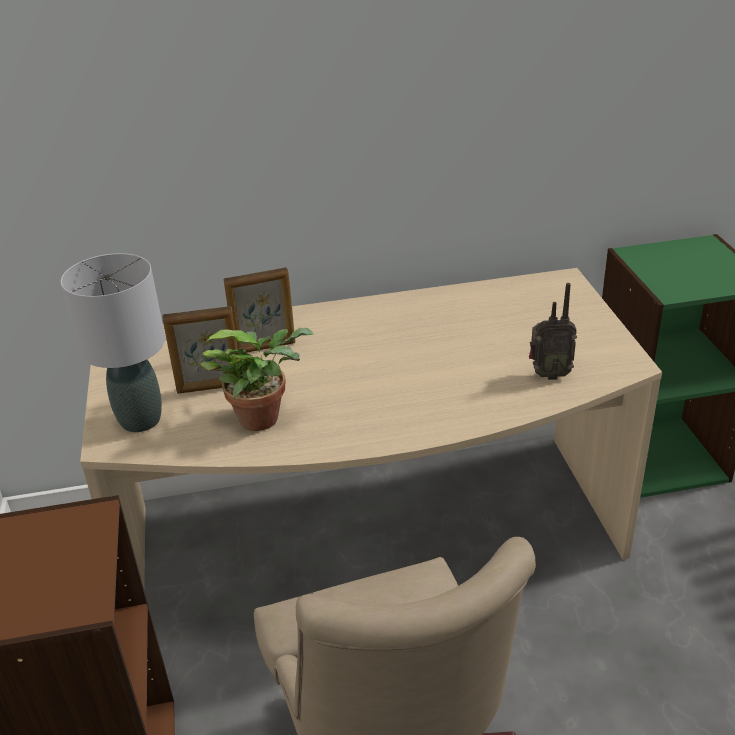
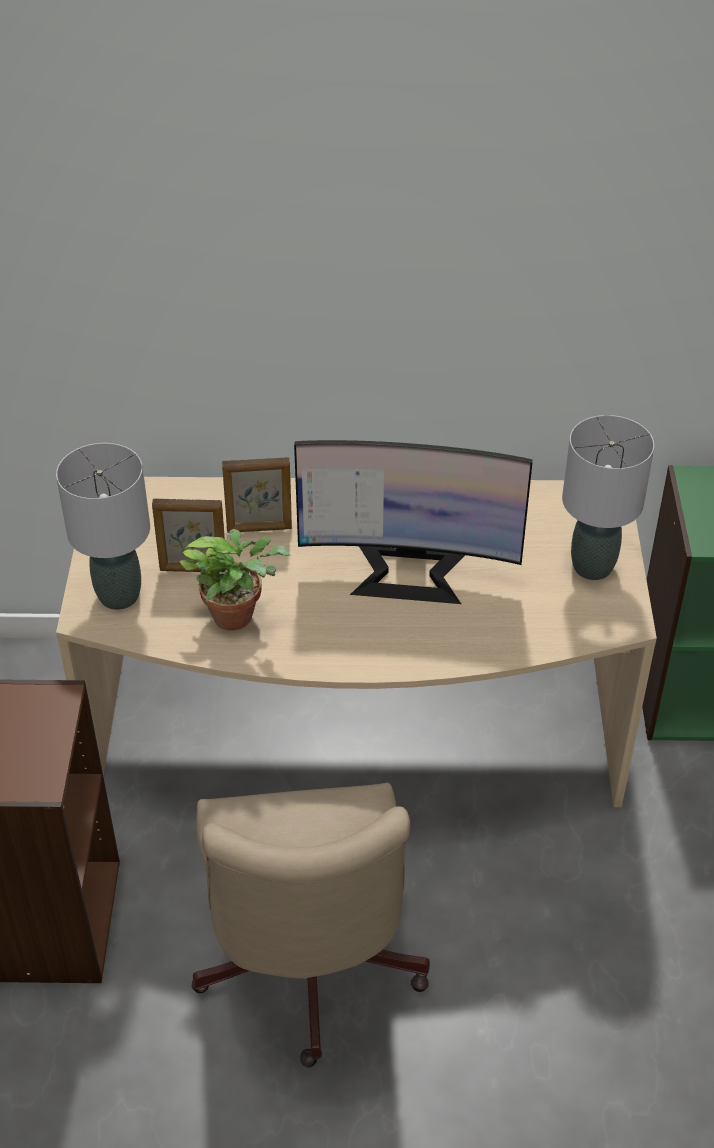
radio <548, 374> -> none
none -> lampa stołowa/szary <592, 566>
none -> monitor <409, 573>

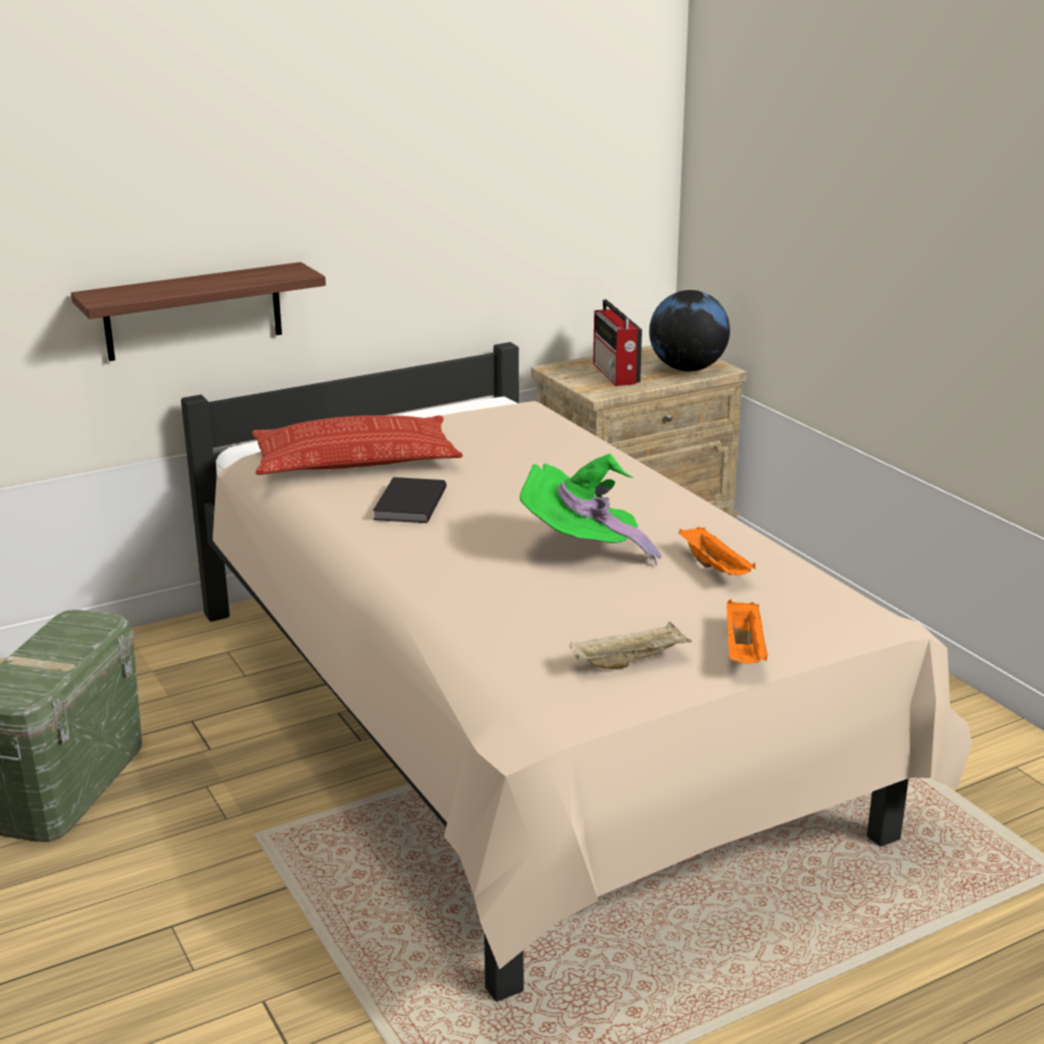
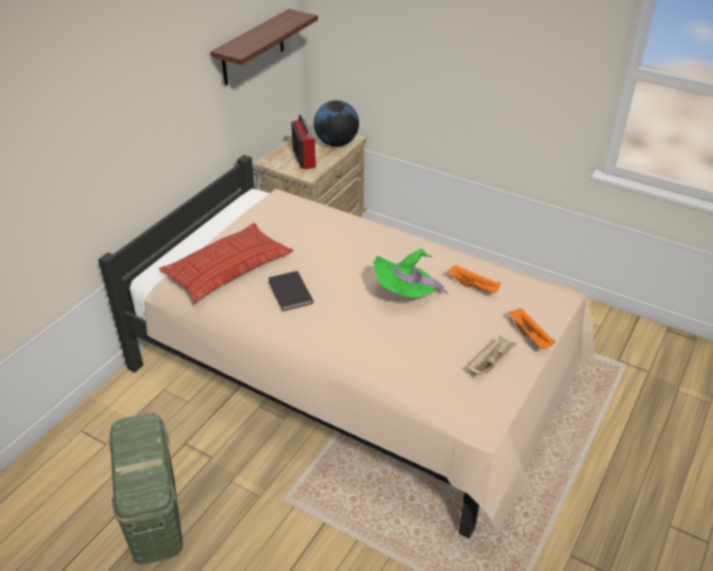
półka <193, 312> -> półka <253, 48>, shifted
radio <616, 374> -> radio <304, 157>, 150 degrees counterclockwise

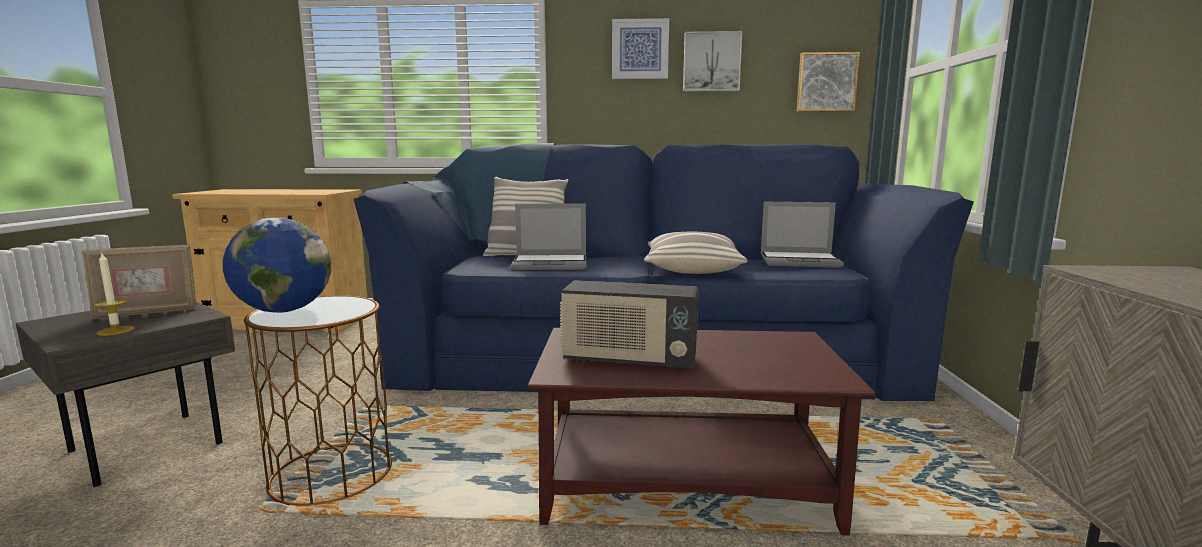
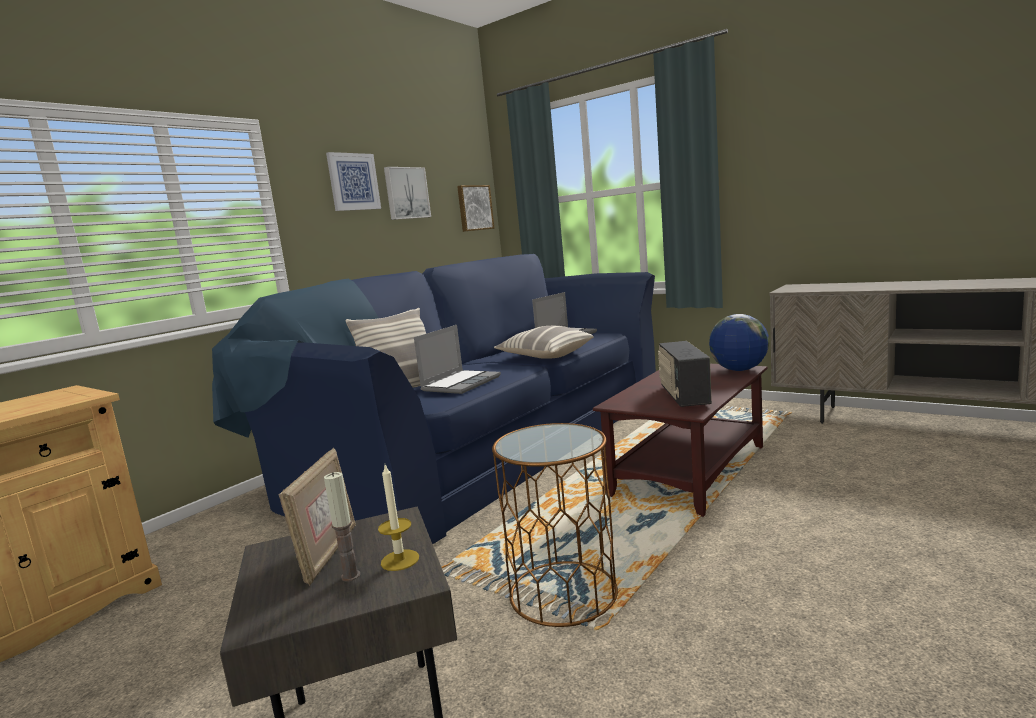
globus <284, 311> -> globus <739, 370>, shifted
radio <629, 360> -> radio <683, 396>, 135 degrees clockwise
none -> świeca <351, 576>

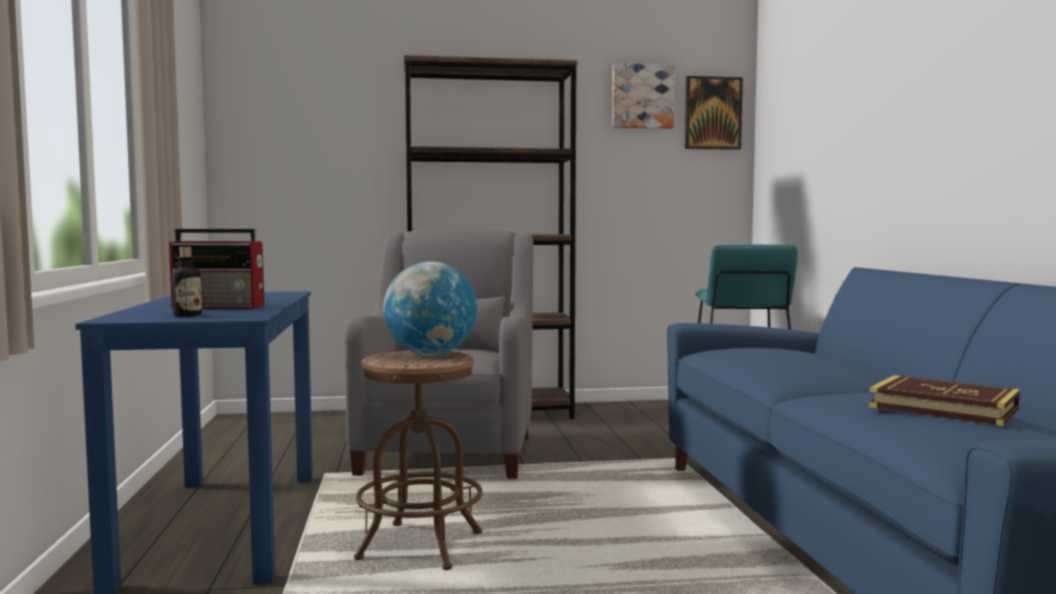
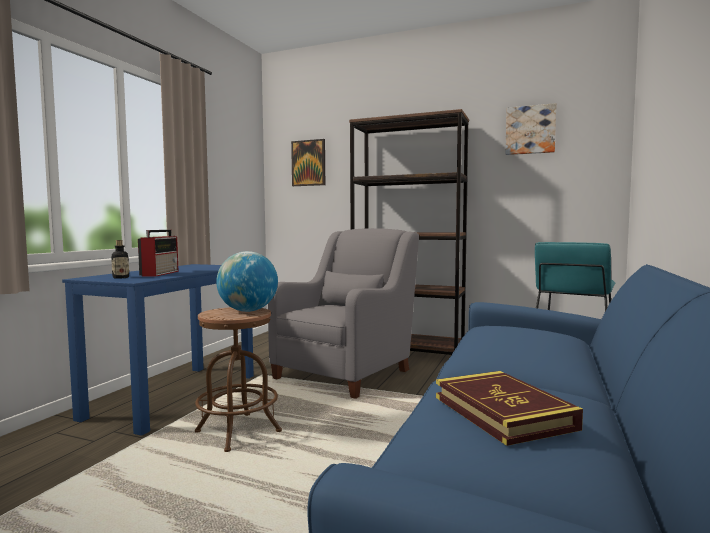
obraz <712, 113> -> obraz <308, 163>, shifted
radio <221, 307> -> radio <160, 273>, 120 degrees counterclockwise

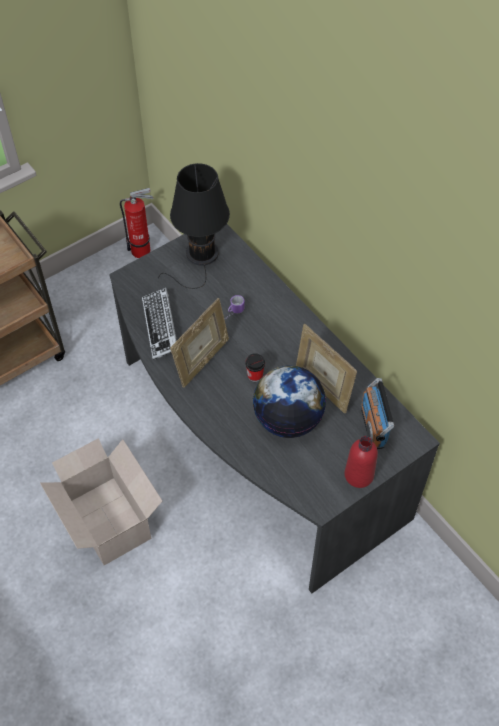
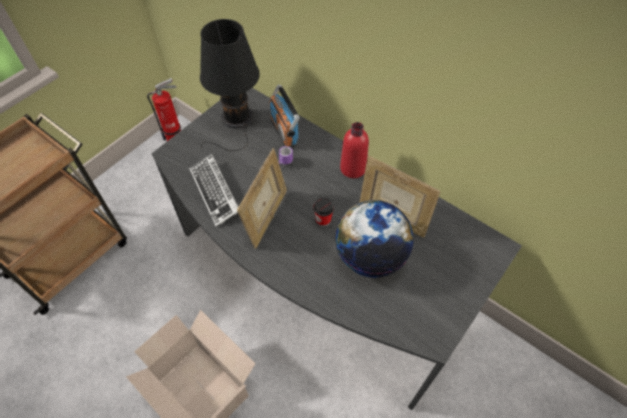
radio <373, 426> -> radio <284, 131>, shifted
butelka/czerwony <359, 475> -> butelka/czerwony <353, 168>, shifted

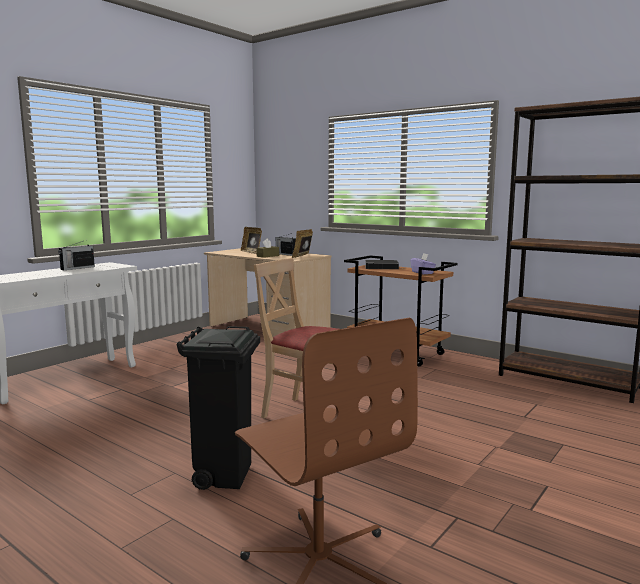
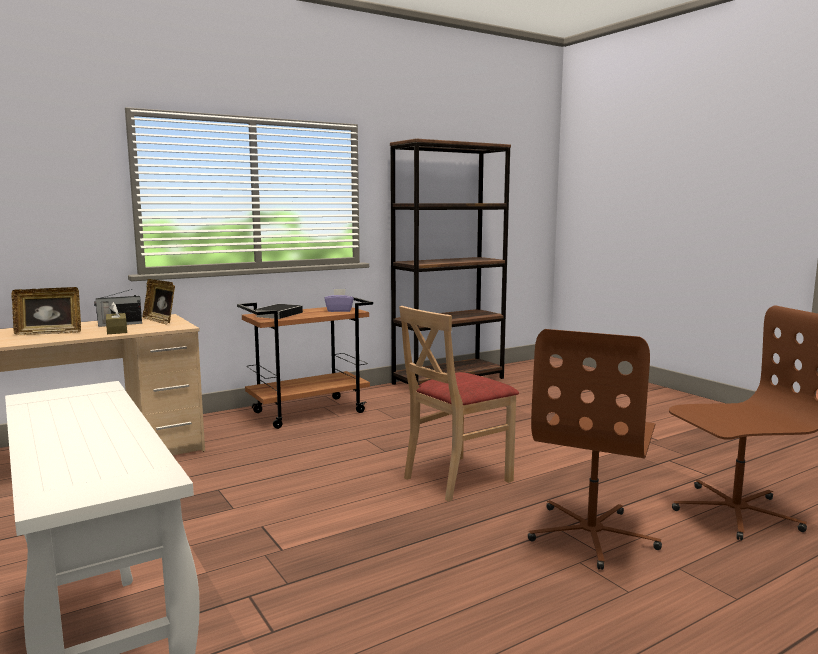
radio <77, 268> -> none
kosz na śmieci/czarny <224, 476> -> krzesło biurowe/brązowy <592, 535>

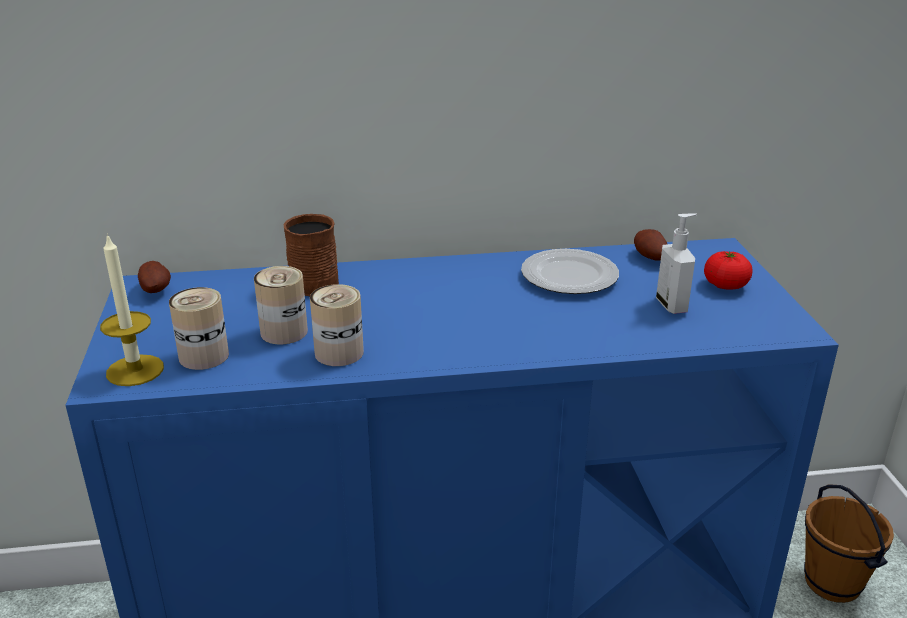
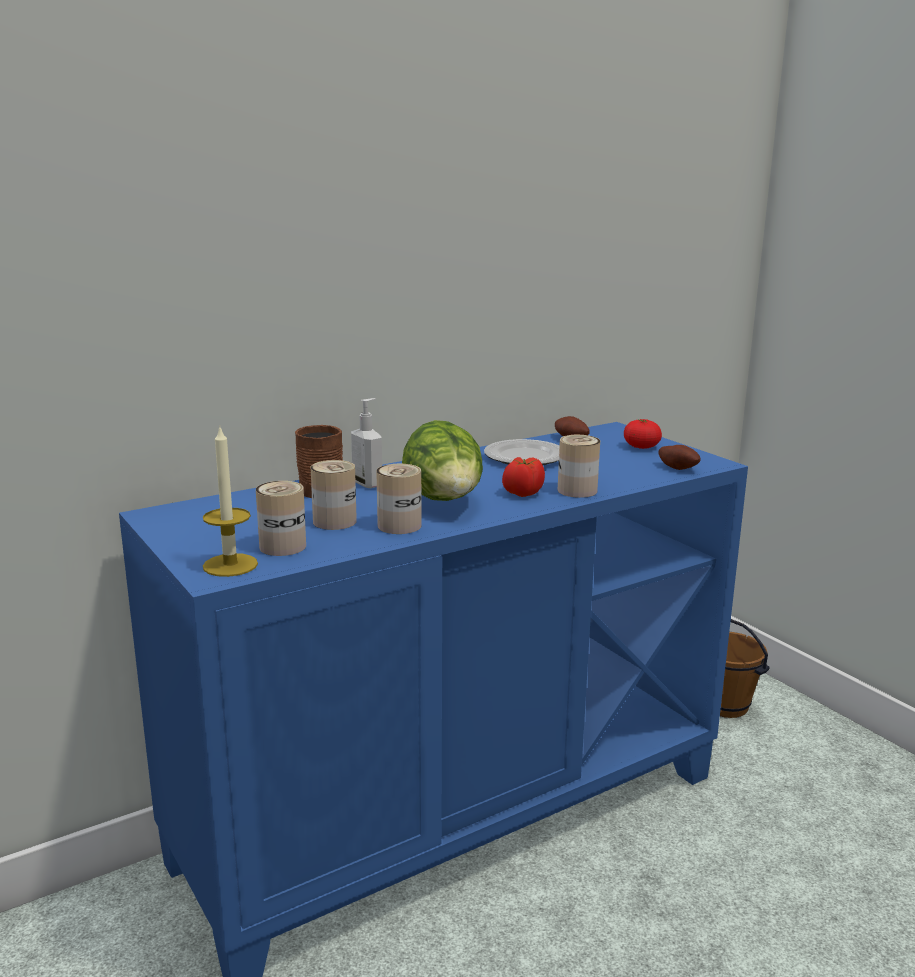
dozownik mydła <672, 305> -> dozownik mydła <368, 483>, shifted
ziemniak <156, 290> -> ziemniak <678, 468>, shifted
none -> sałata <445, 502>
none -> puszka <577, 490>
none -> pomidor <522, 493>

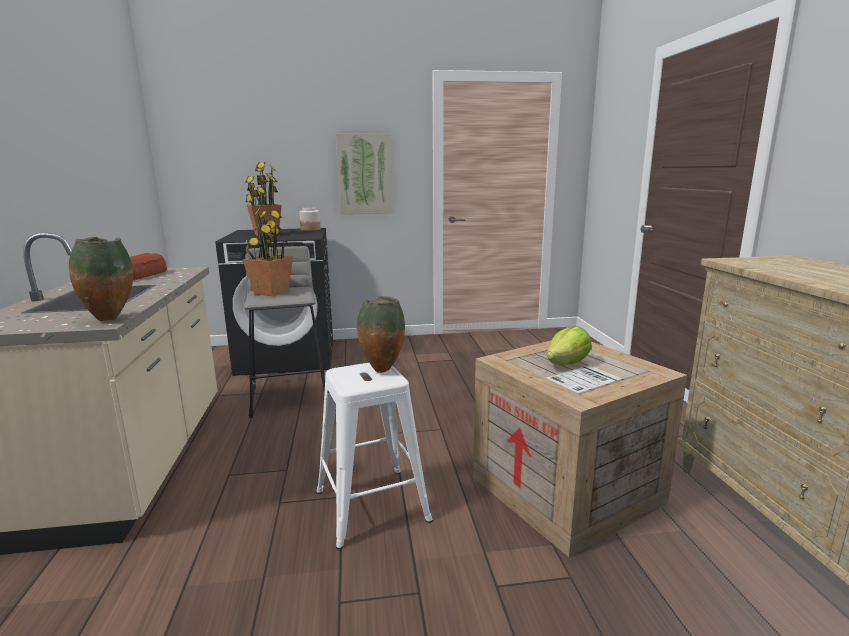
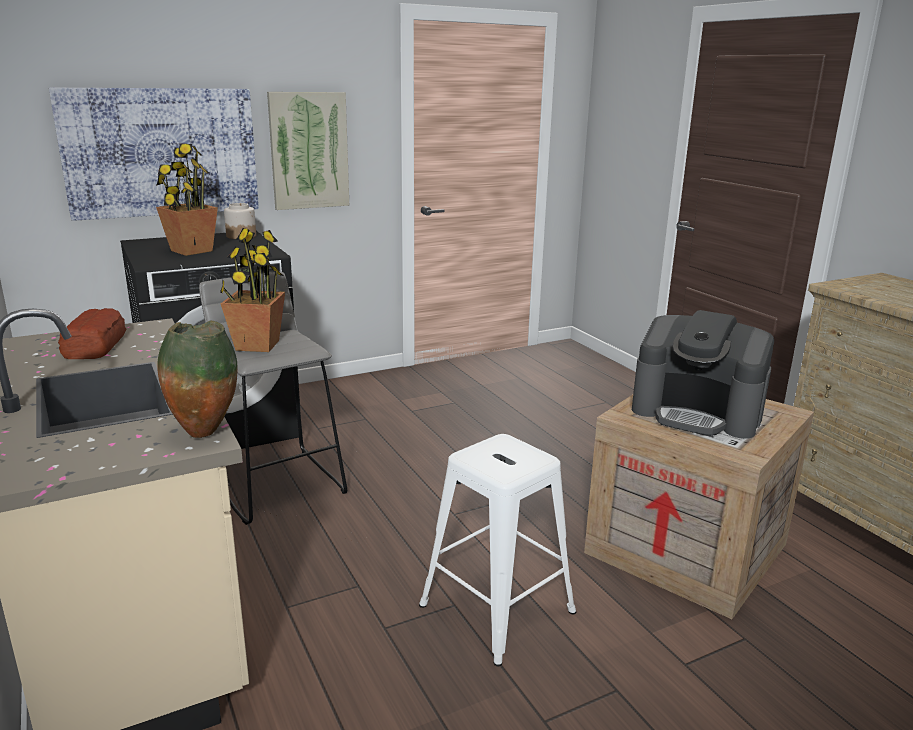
wazon <382, 369> -> none
sałata <568, 364> -> ekspres do kawy <697, 412>
none -> obraz <160, 152>

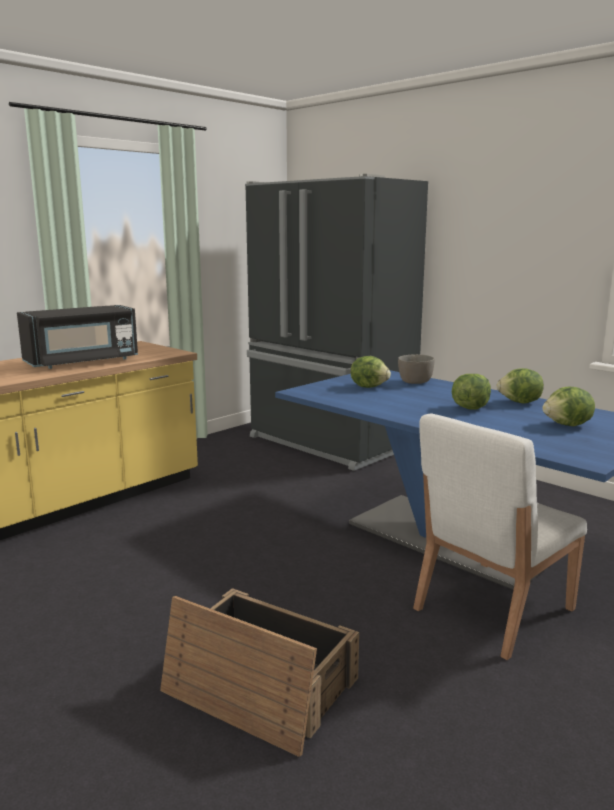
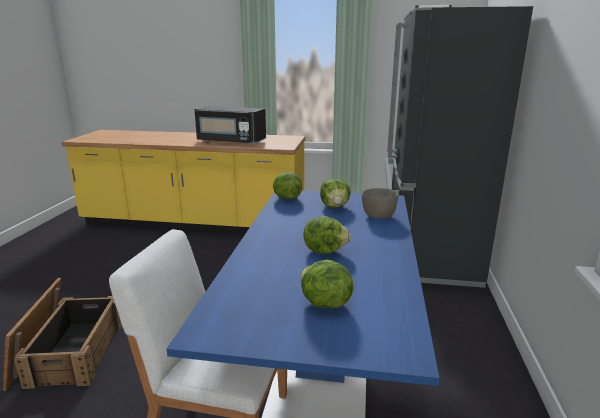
sałata <520, 402> -> sałata <286, 198>, shifted

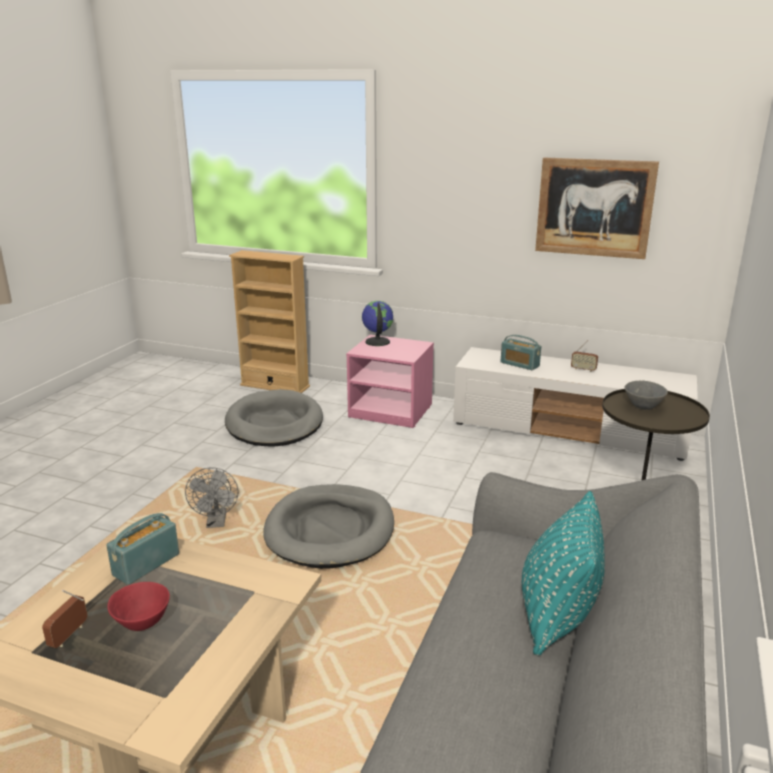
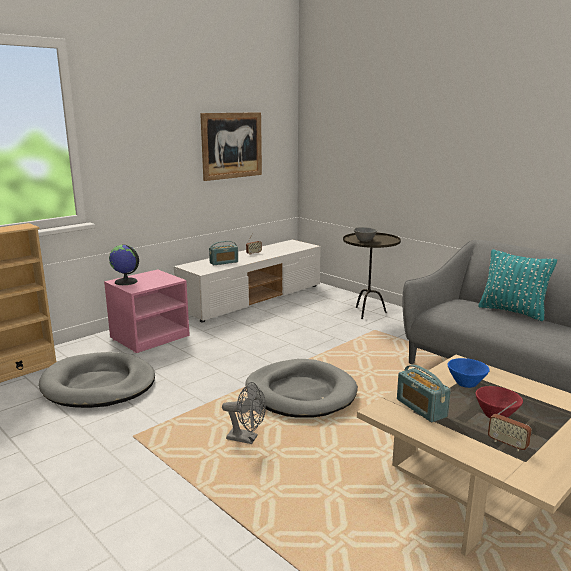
none -> miska/niebieski <467, 383>

